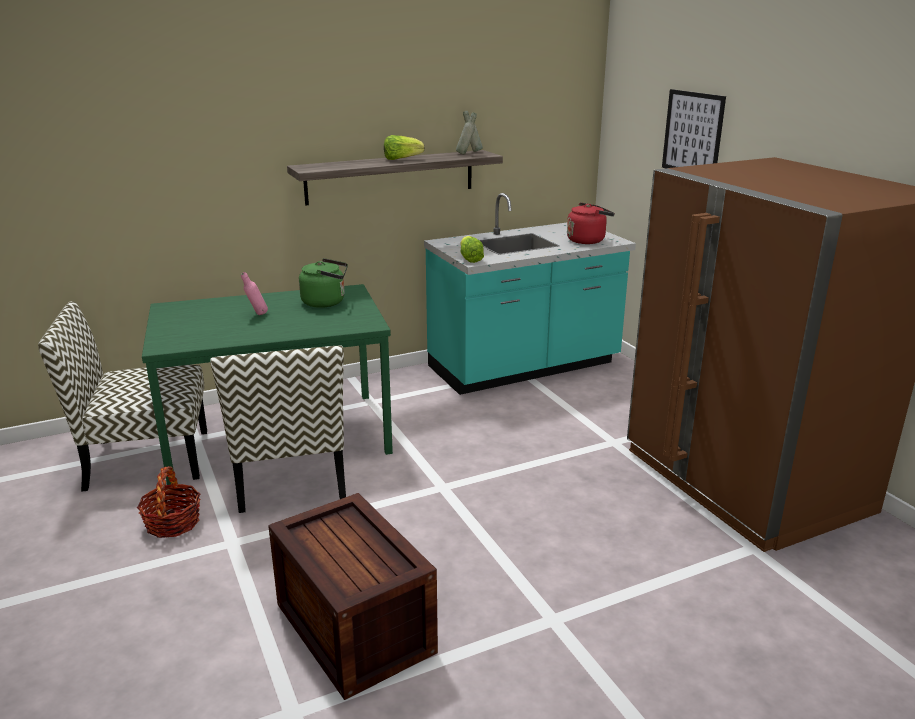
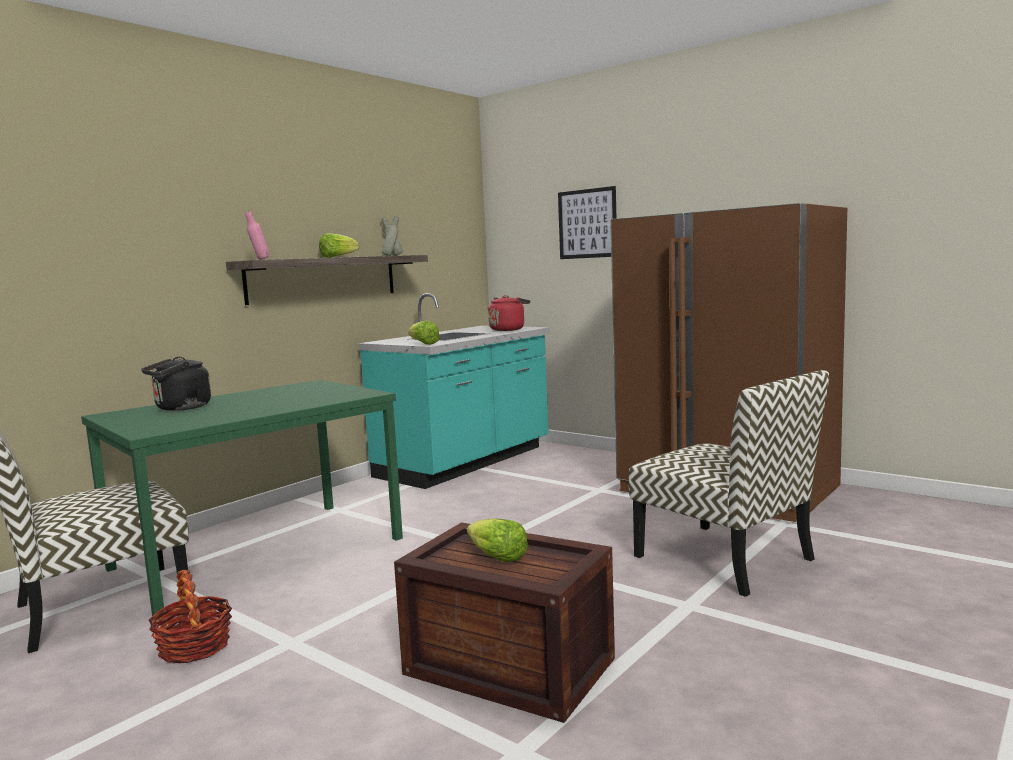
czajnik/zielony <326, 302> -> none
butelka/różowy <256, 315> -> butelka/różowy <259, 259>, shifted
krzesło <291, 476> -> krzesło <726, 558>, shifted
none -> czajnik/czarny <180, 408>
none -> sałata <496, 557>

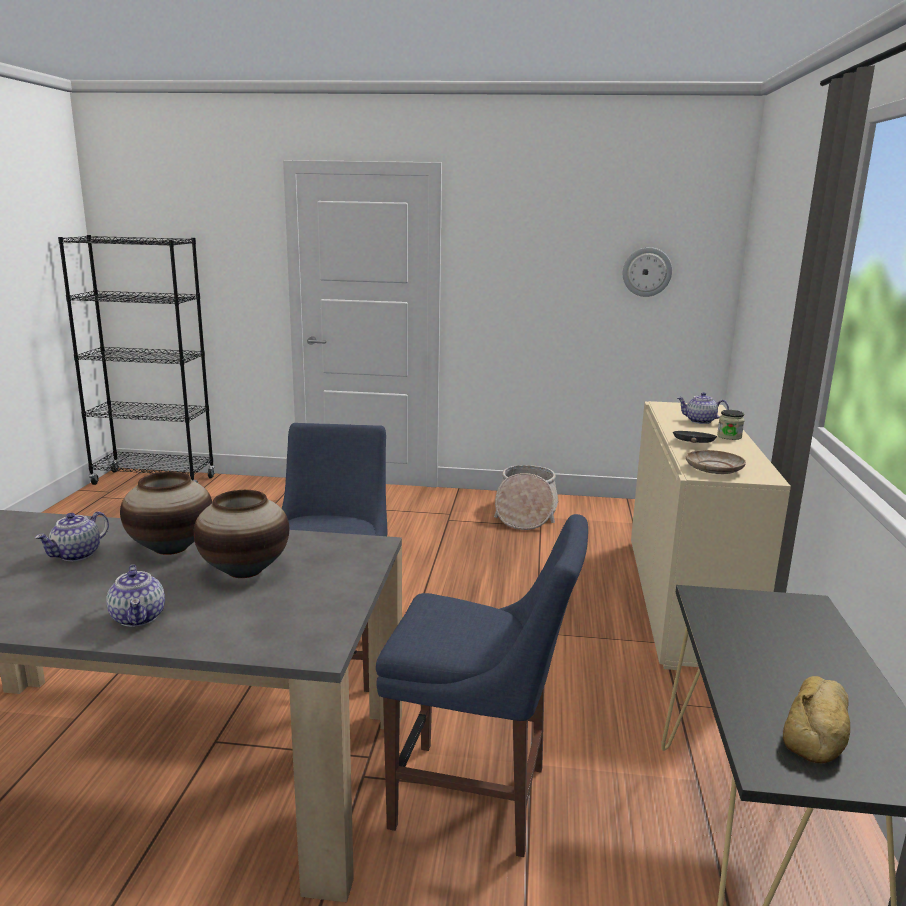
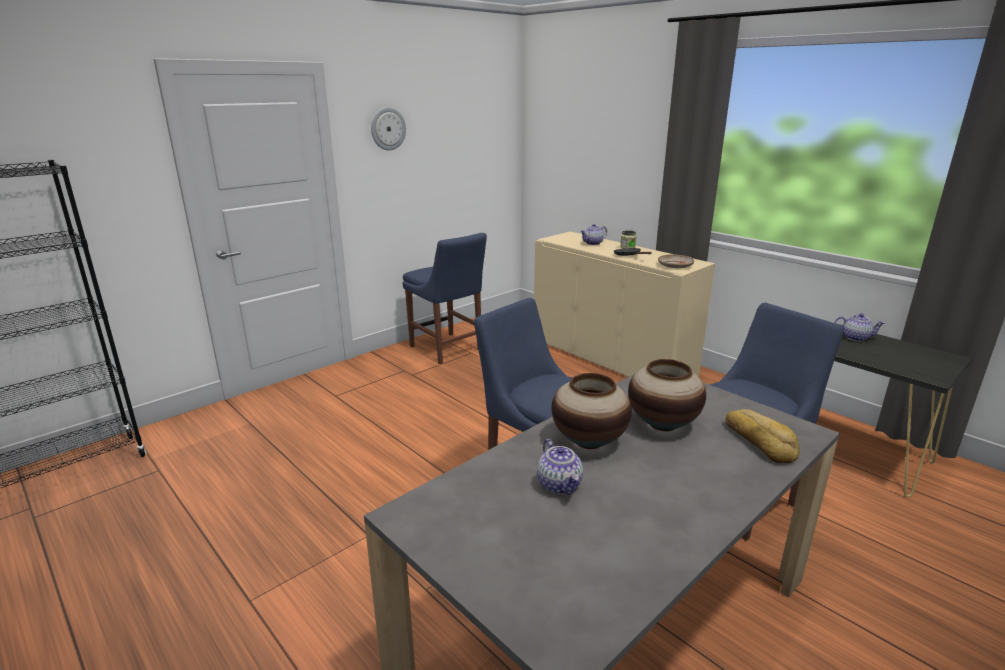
zegar ścienny <647, 272> -> zegar ścienny <388, 129>, shifted
koszyk <525, 514> -> krzesło/niebieski <447, 349>
imbryk <139, 618> -> imbryk <855, 337>, shifted
chleb <819, 727> -> chleb <760, 441>, shifted

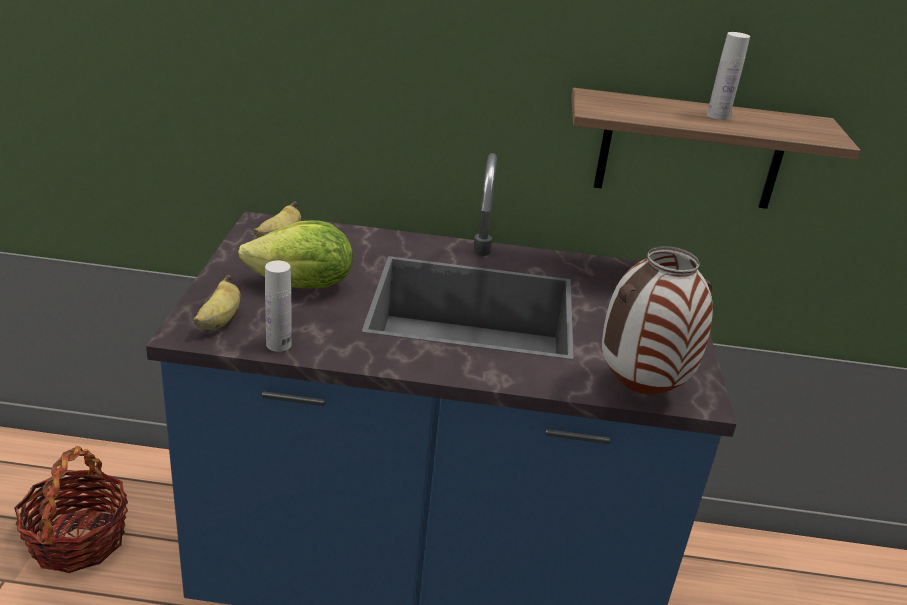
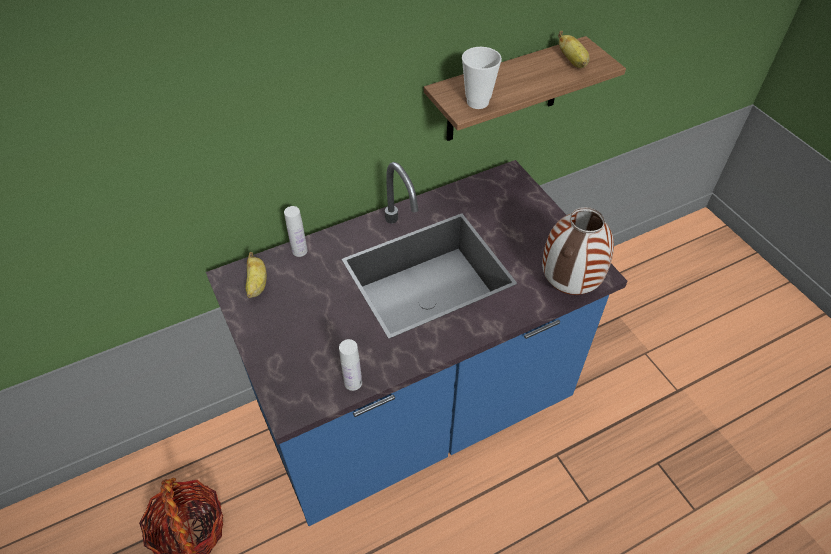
butelka/biały <718, 116> -> butelka/biały <299, 251>, shifted
sałata <303, 286> -> none
banan <219, 321> -> banan <573, 62>, shifted
none -> filiżanka <477, 102>

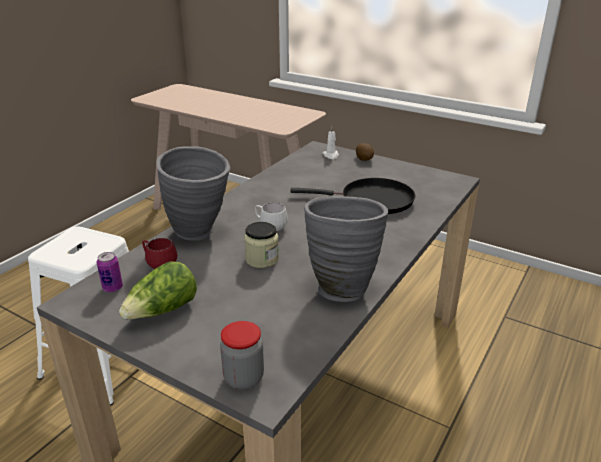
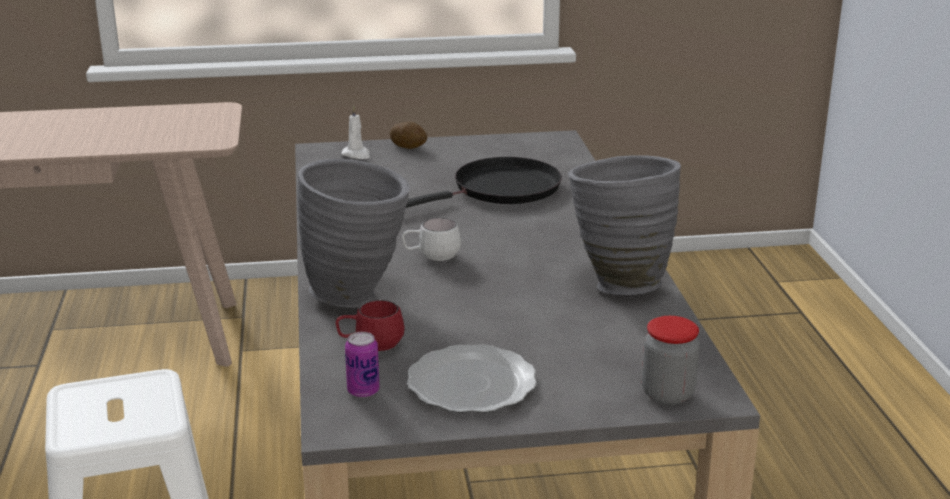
słoik <262, 259> -> none
sałata <163, 311> -> talerz <473, 383>

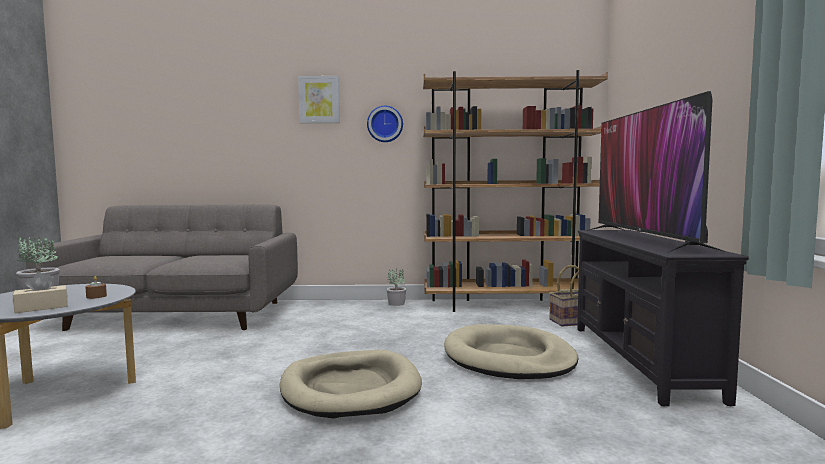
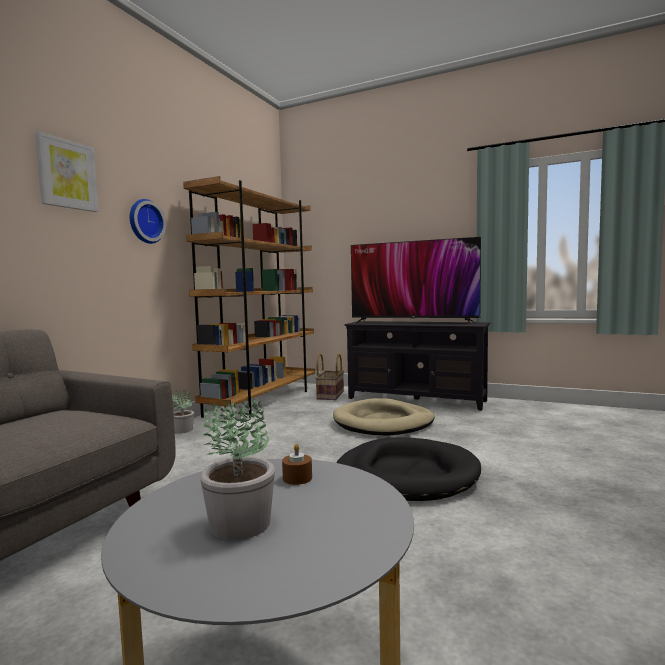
pudełko chusteczek/beżowy <41, 307> -> none
legowisko/beżowy <350, 389> -> legowisko/czarny <406, 475>

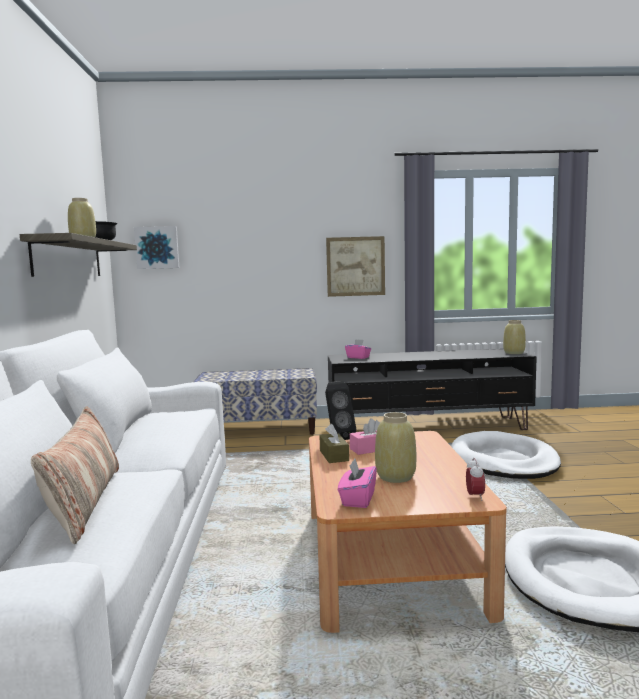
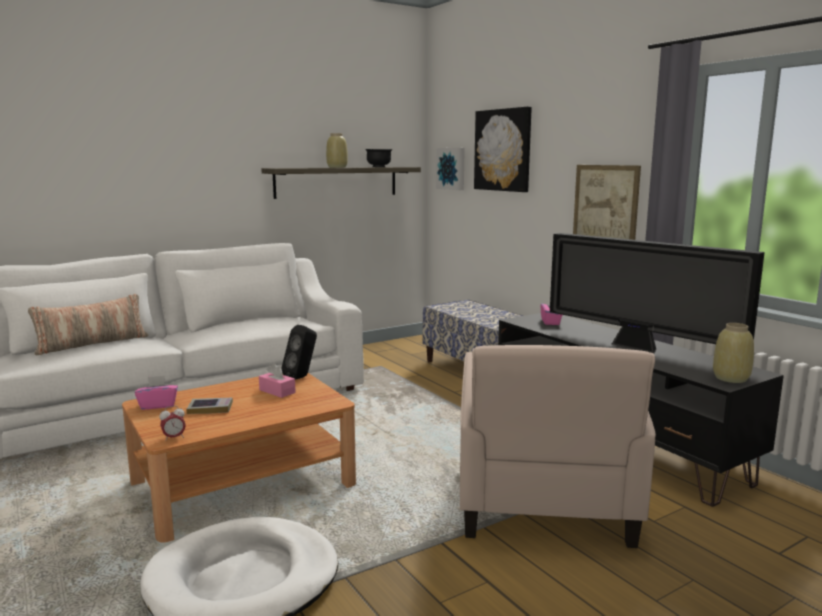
wazon/beżowy <396, 477> -> książka <210, 409>
pudełko chusteczek/brązowy <334, 455> -> none
legowisko/biały <503, 460> -> fotel/beżowy <543, 503>
none -> obraz <503, 150>
none -> telewizor <638, 348>

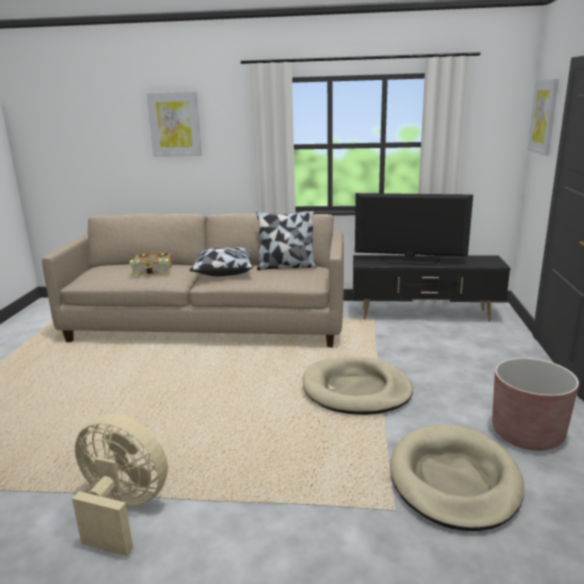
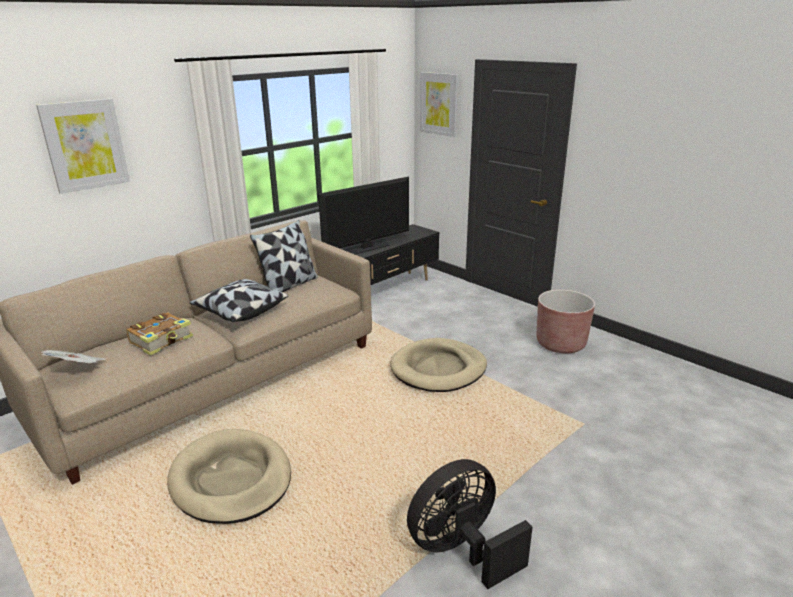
wentylator/beżowy <122, 510> -> wentylator/czarny <461, 550>
legowisko/beżowy <454, 480> -> legowisko/beżowy <231, 480>, shifted
none -> gazeta <78, 368>

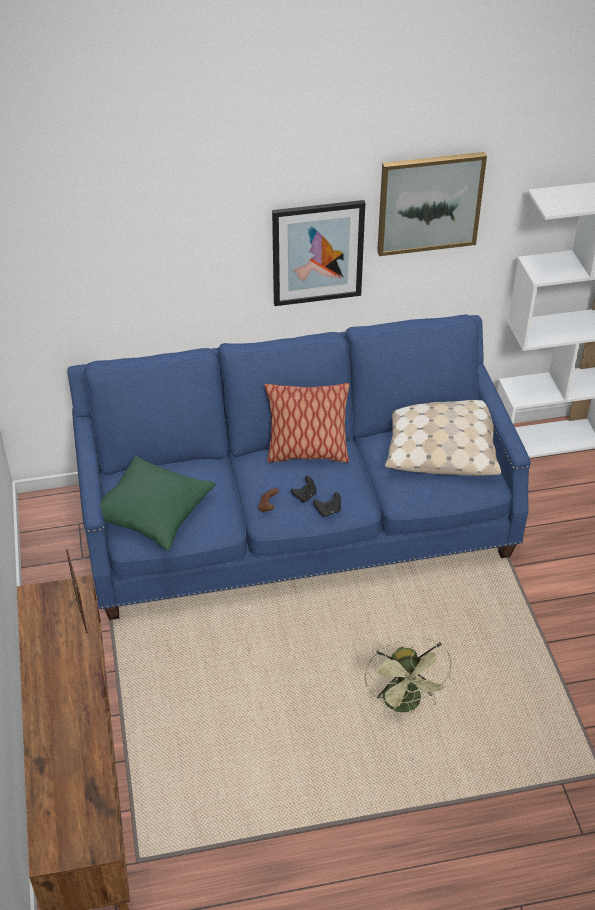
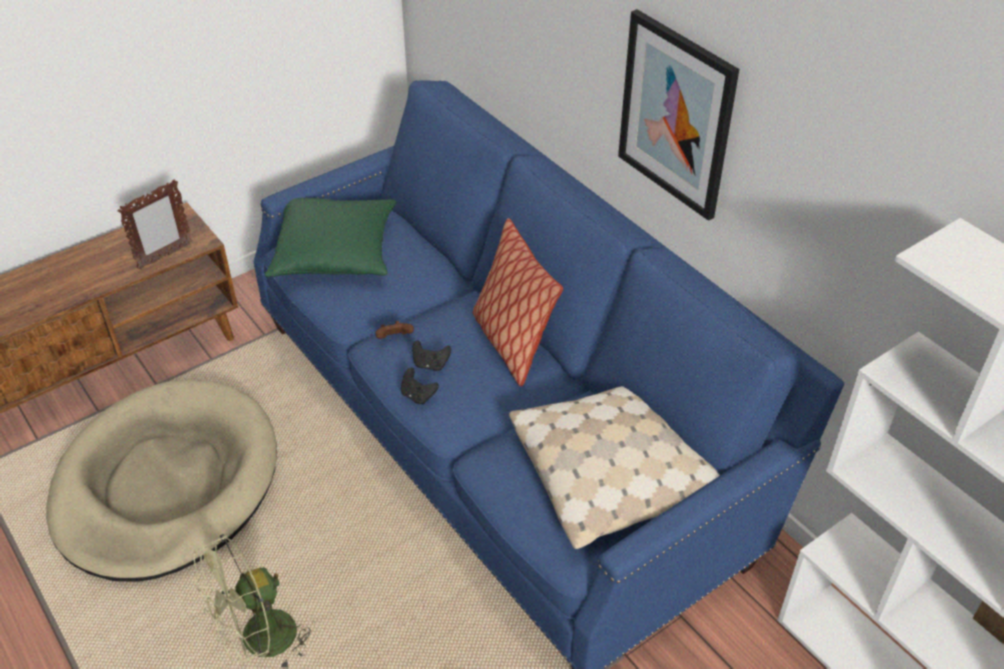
obraz <429, 203> -> none
none -> legowisko/beżowy <167, 484>

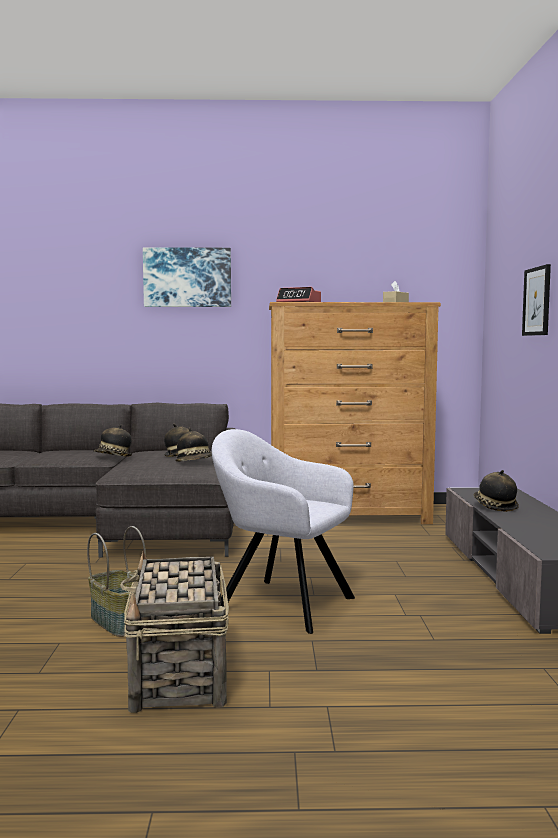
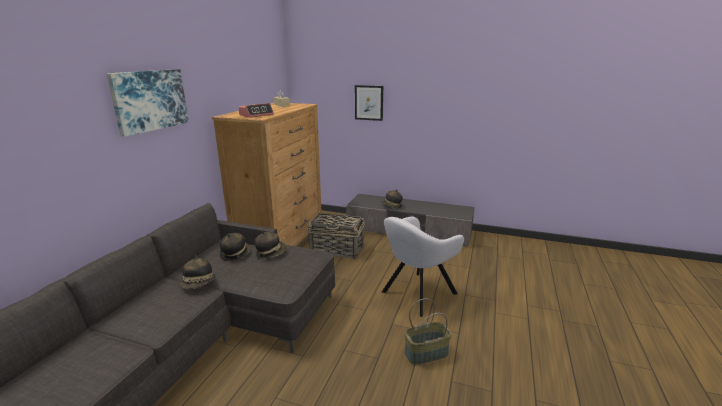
koszyk <178, 674> -> koszyk <337, 250>, shifted

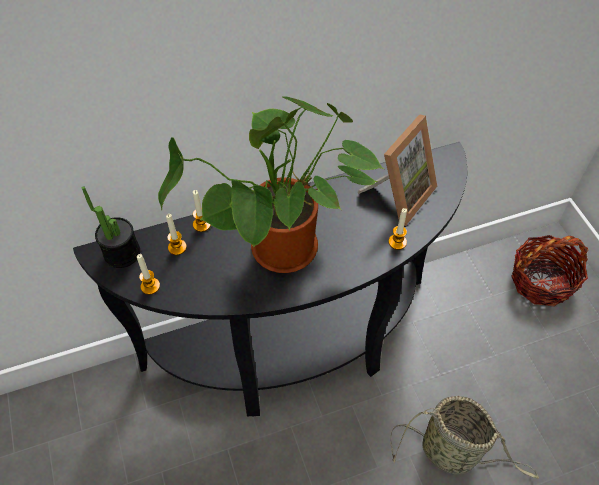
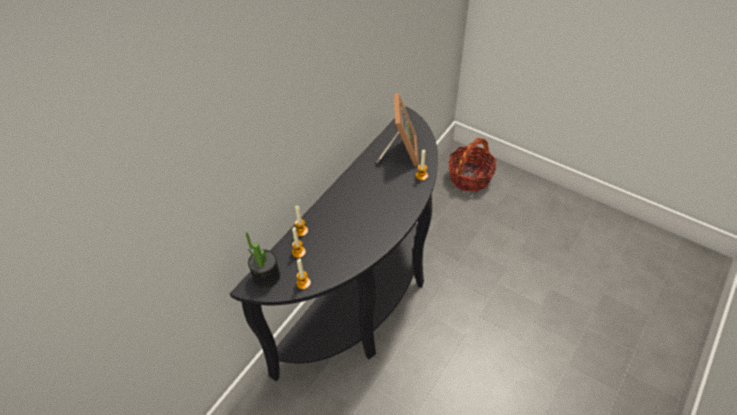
roślina doniczkowa <282, 255> -> none
koszyk <452, 453> -> none

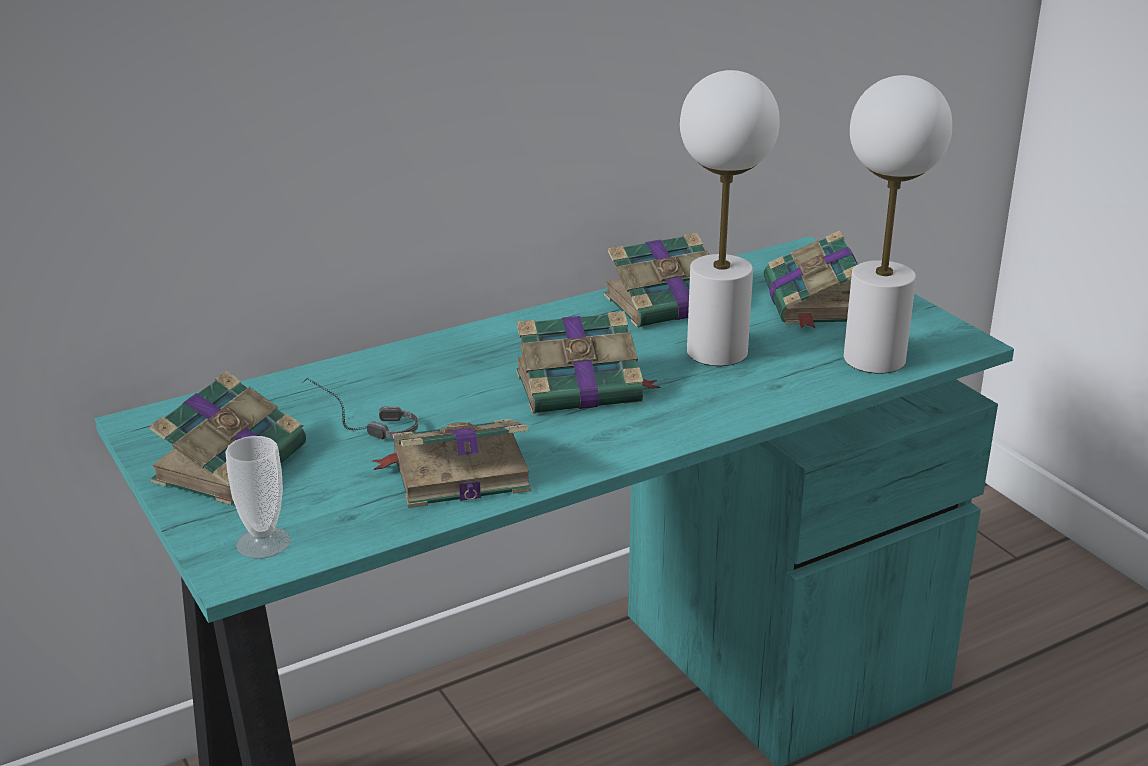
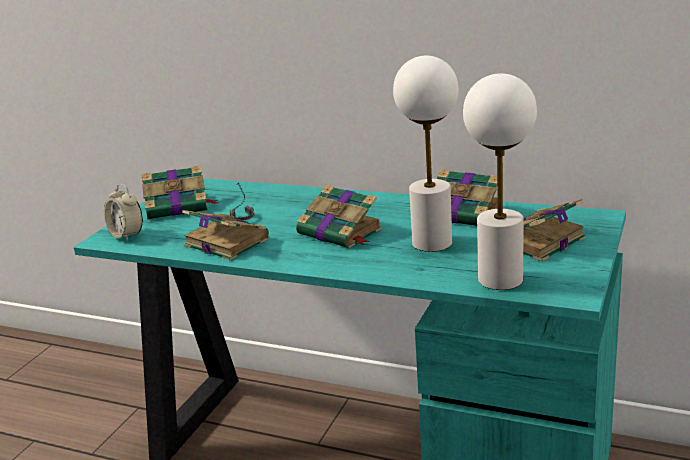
filiżanka <263, 543> -> budzik <127, 235>

